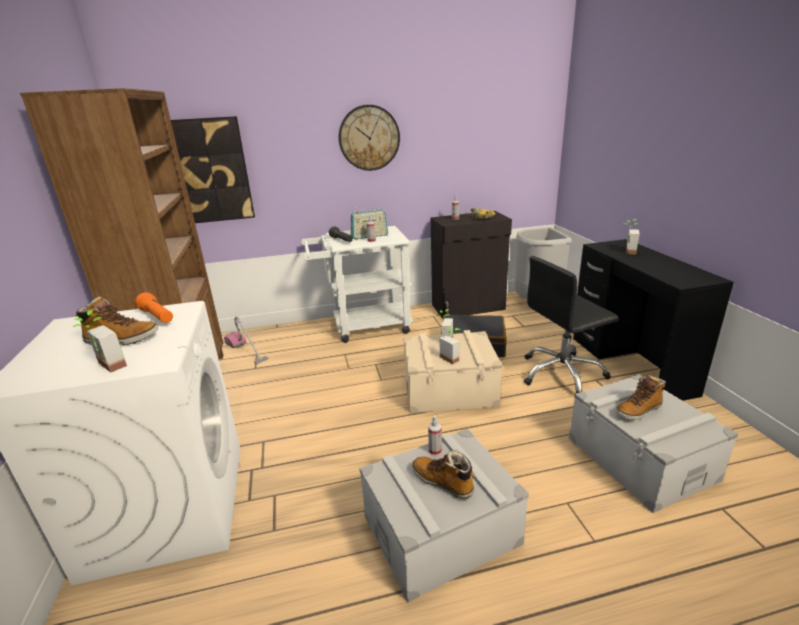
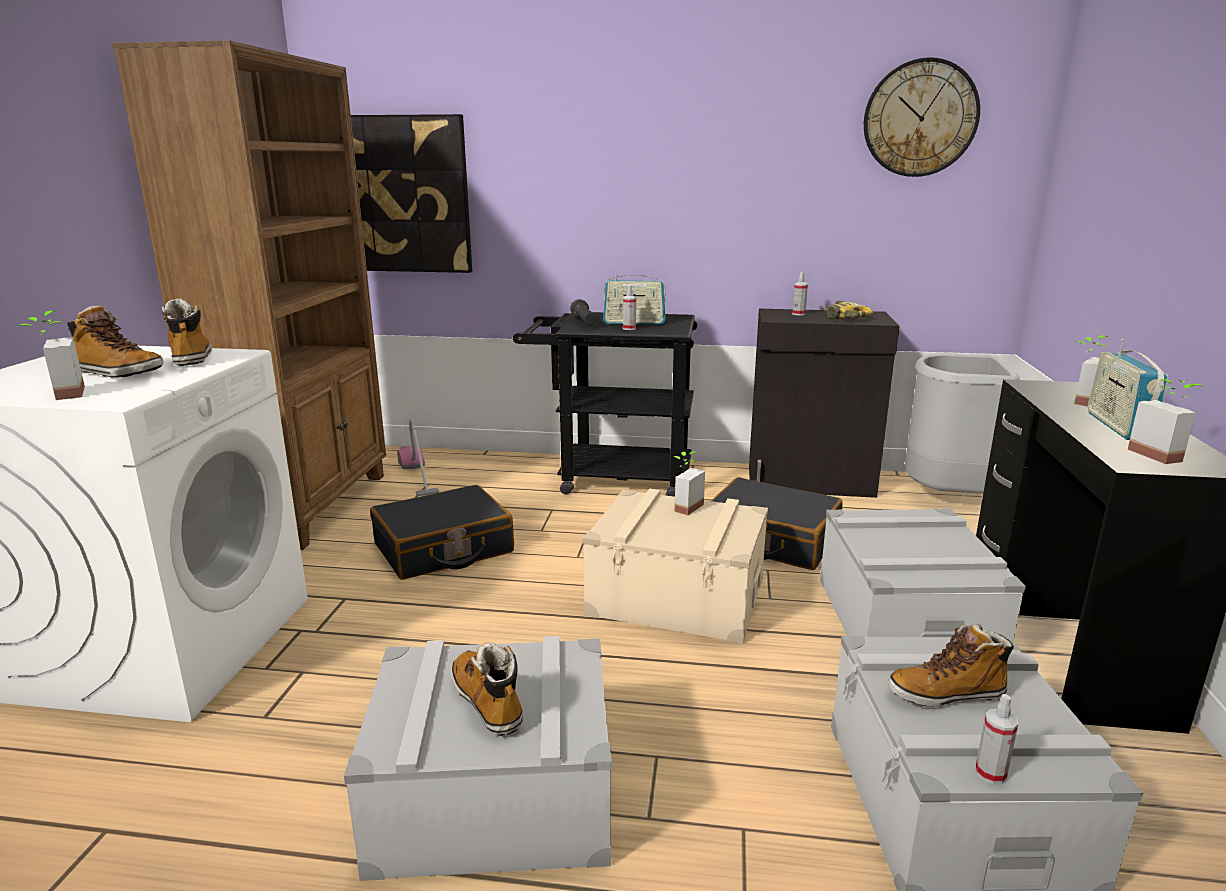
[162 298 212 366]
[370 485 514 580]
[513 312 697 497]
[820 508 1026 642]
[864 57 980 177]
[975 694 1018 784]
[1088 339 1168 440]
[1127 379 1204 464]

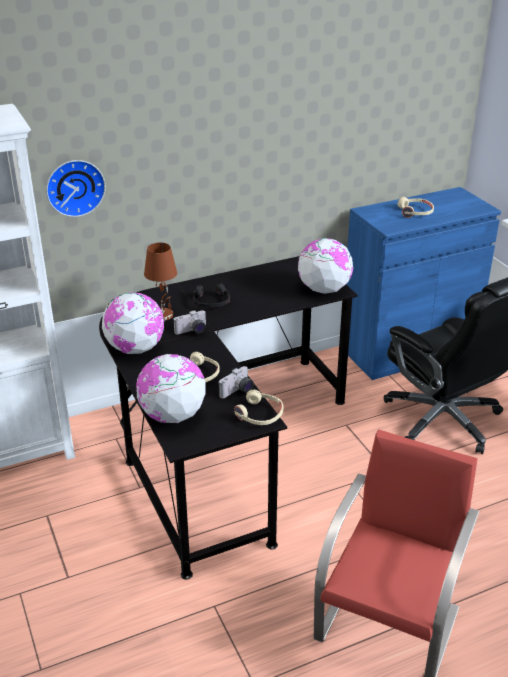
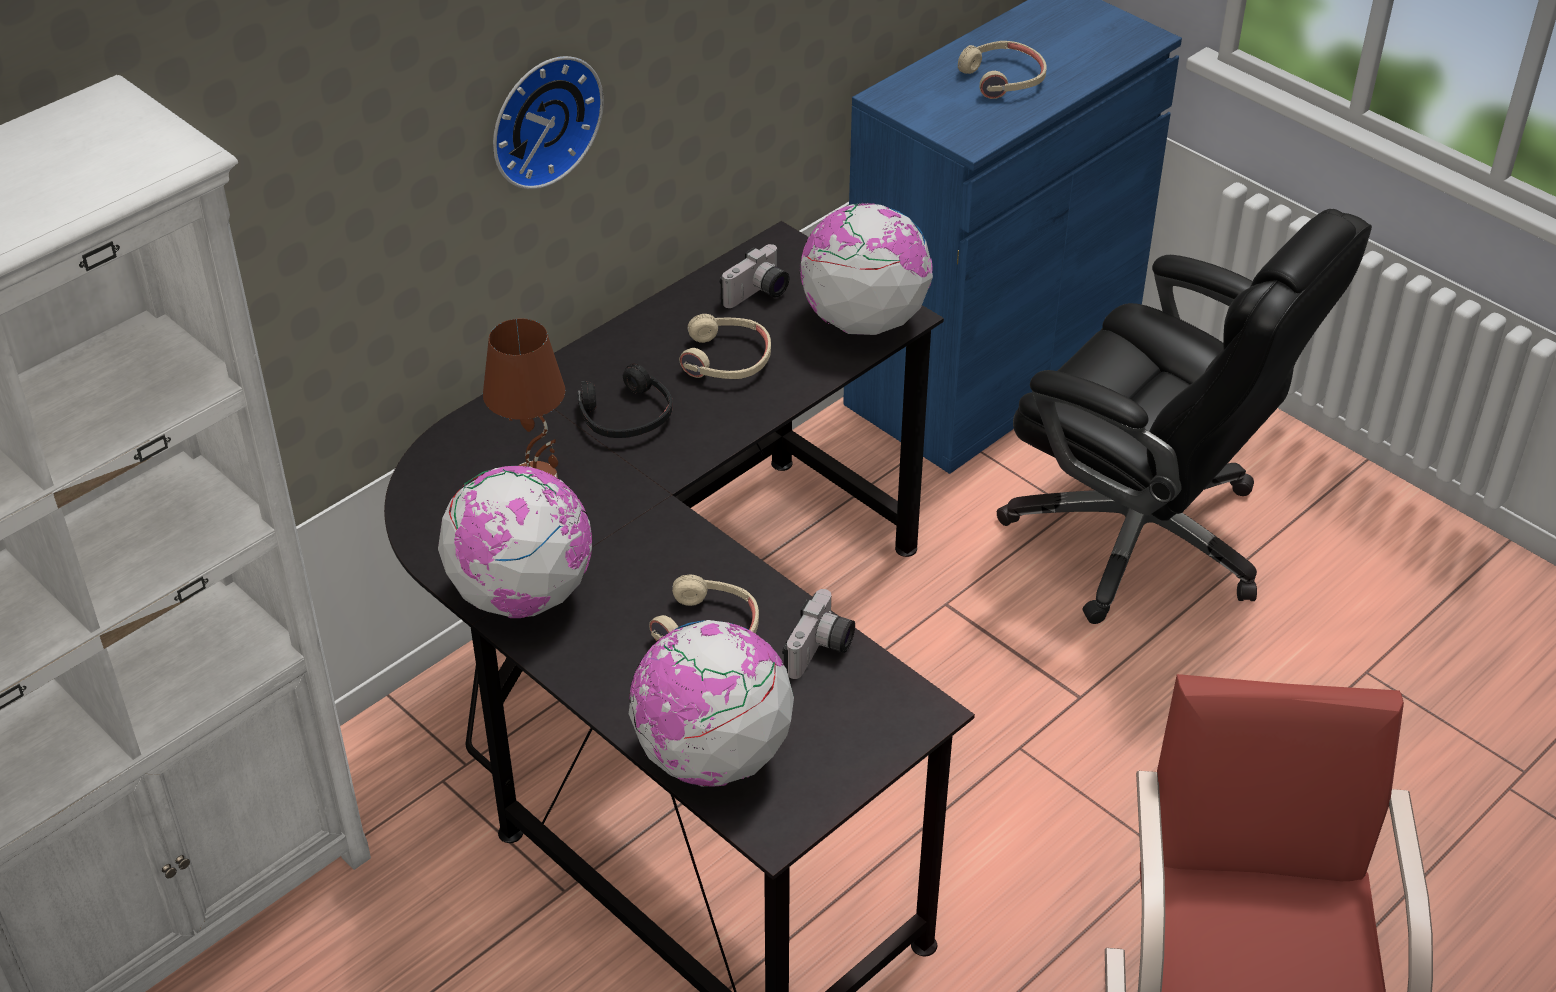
[493 56 604 189]
[679 314 771 379]
[720 244 789 308]

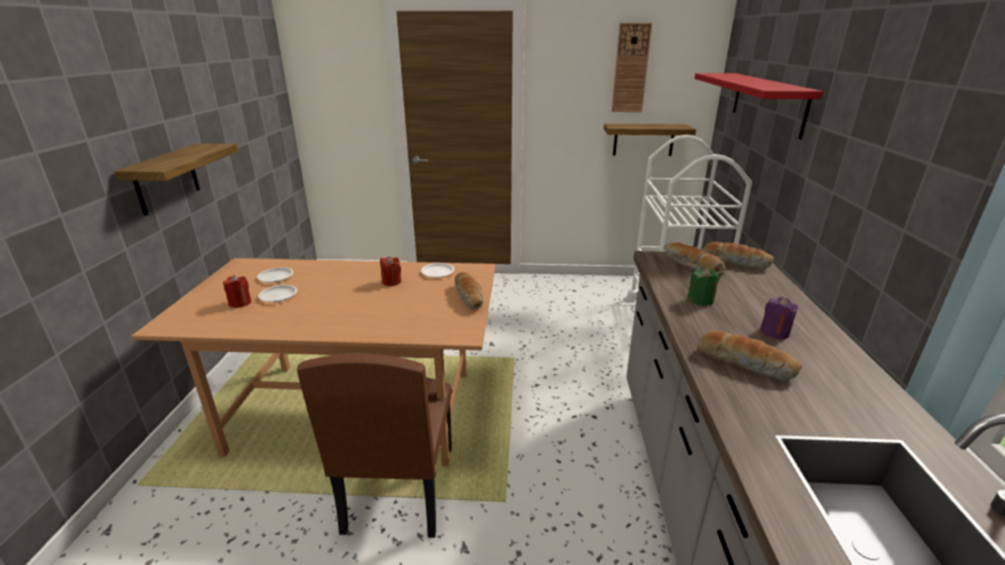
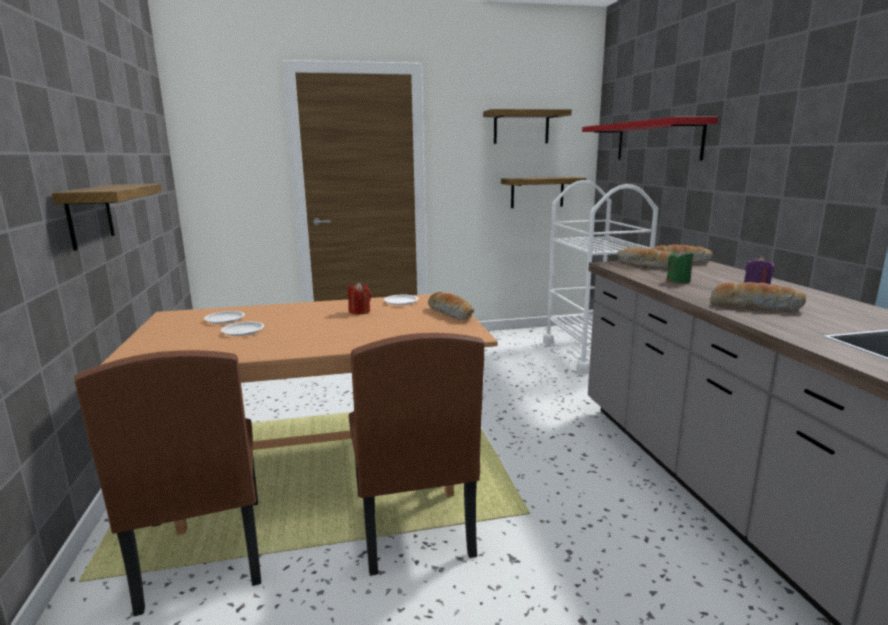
[74 350 261 616]
[483 109 572 144]
[223 275 251 308] (first image)

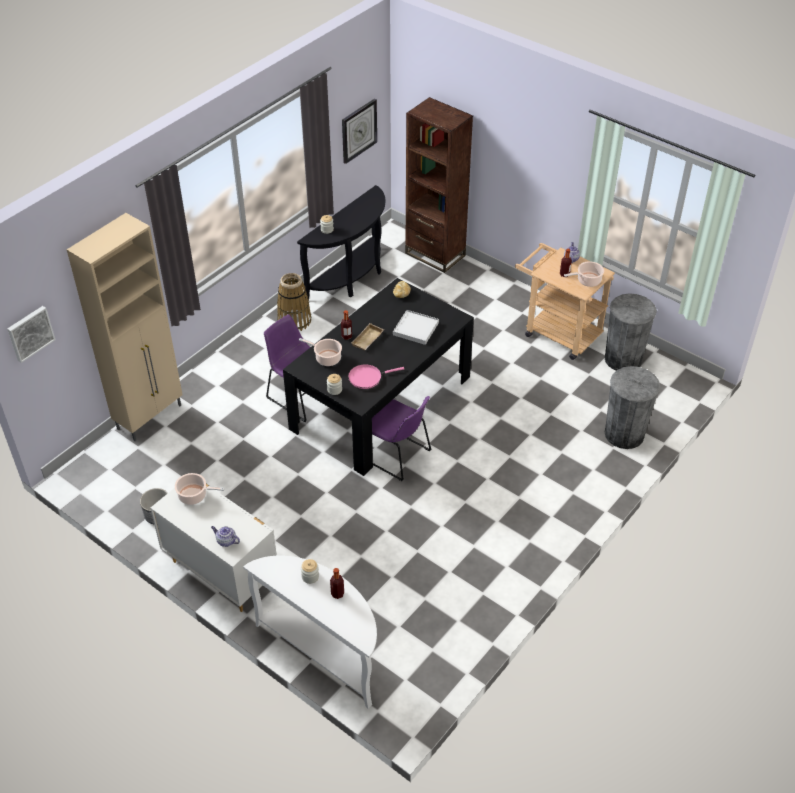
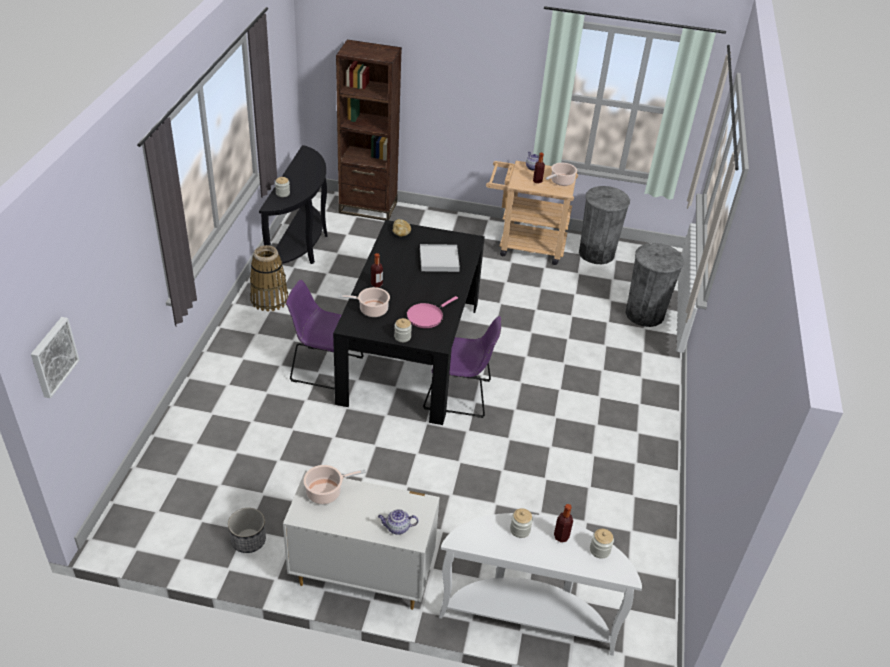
[590 529 614 559]
[67 213 183 441] (first image)
[342 99 377 164] (first image)
[351 323 384 350] (first image)

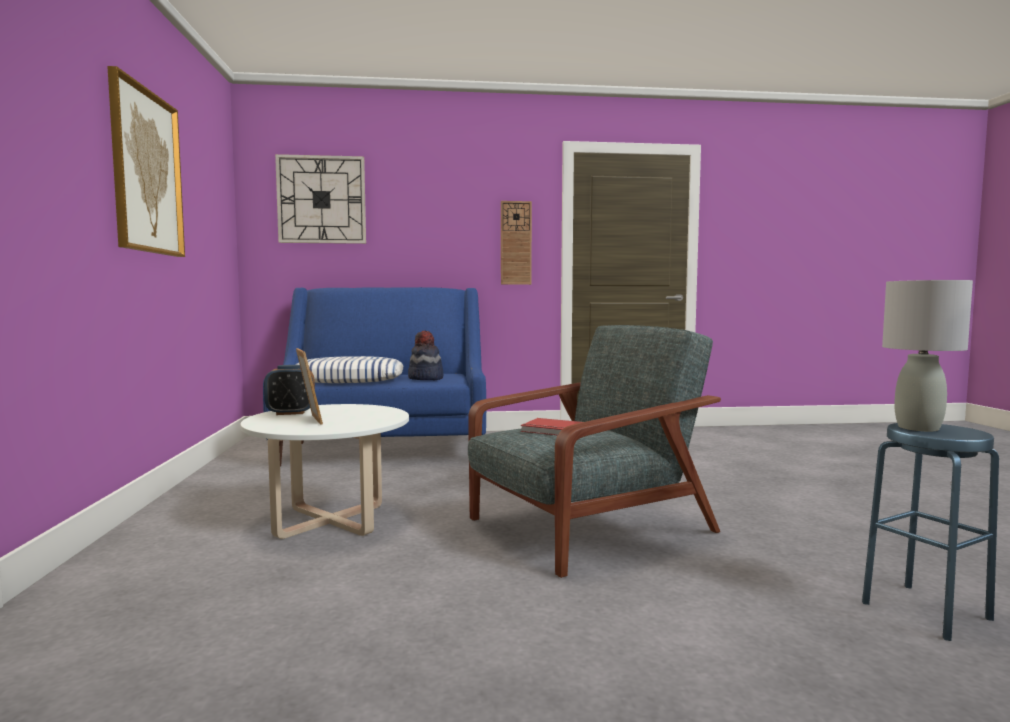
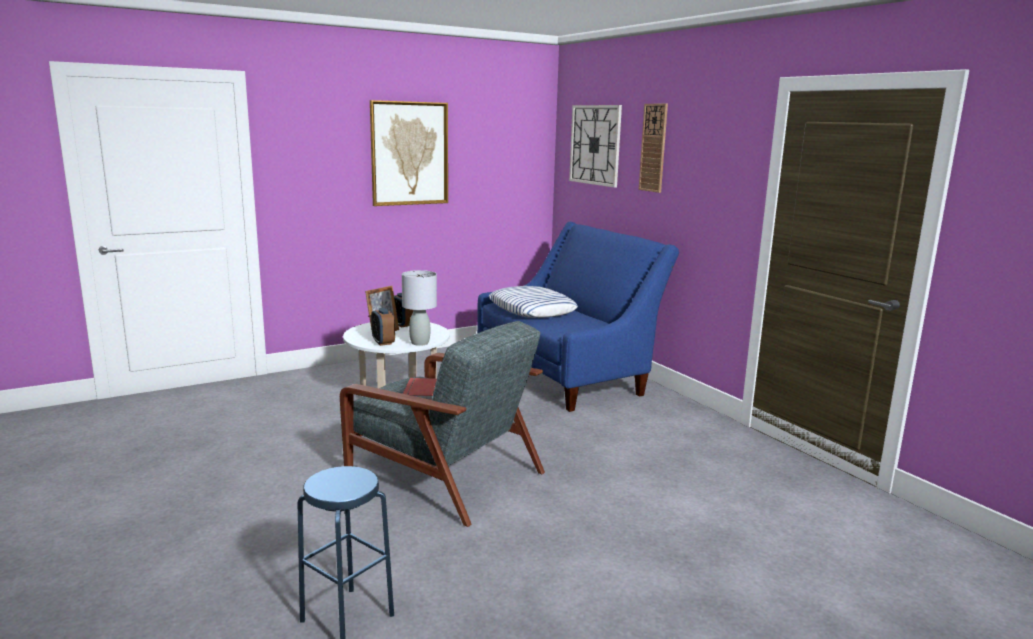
[371 308 395 346]
[402 270 437 346]
[639 104 668 193]
[408 331 443 380] (first image)

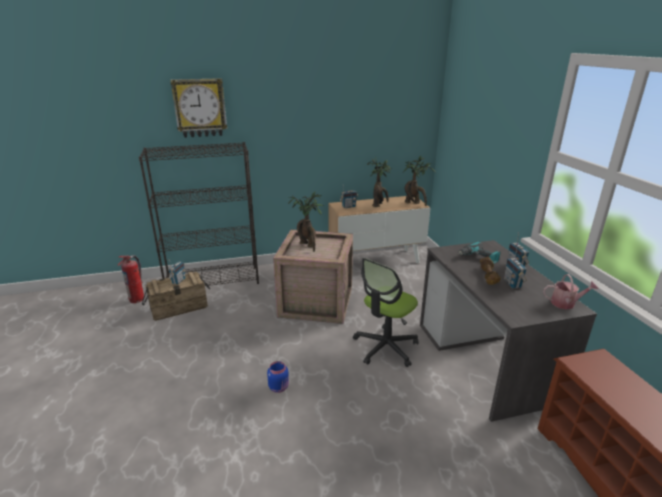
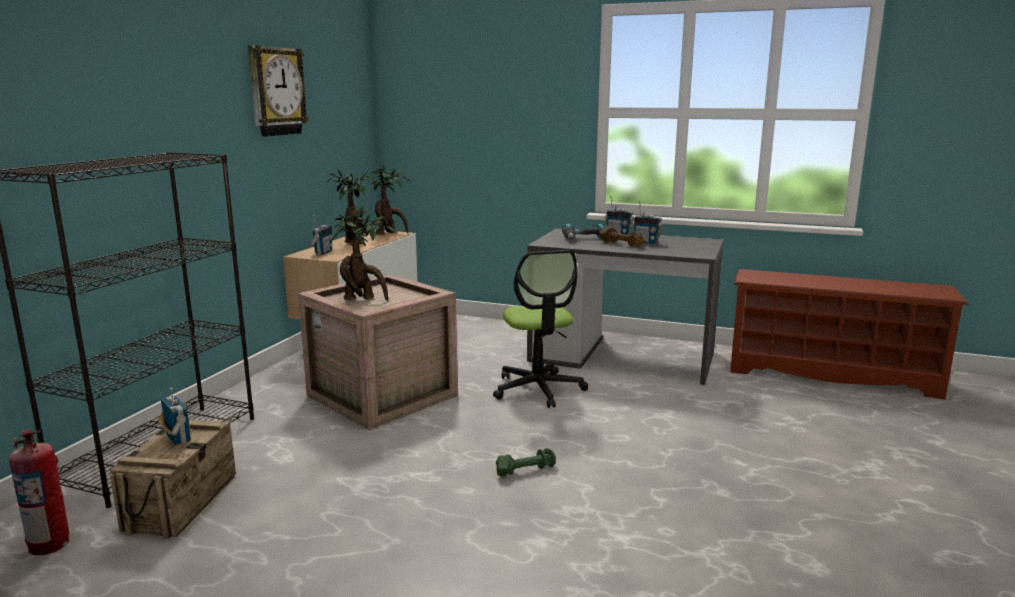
[248 45 309 137]
[496 448 556 477]
[543 274 599 310] (first image)

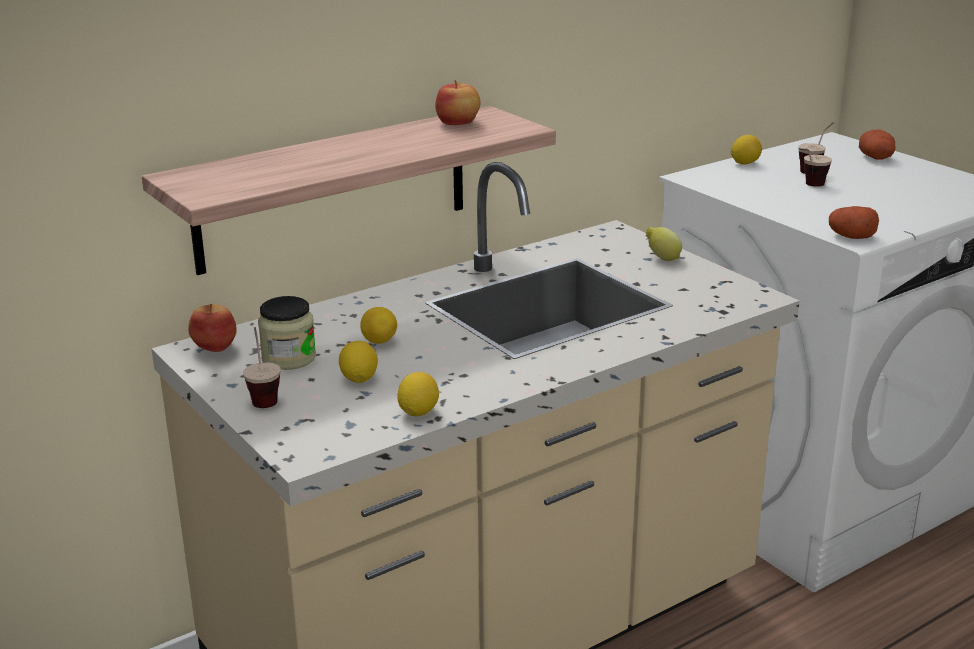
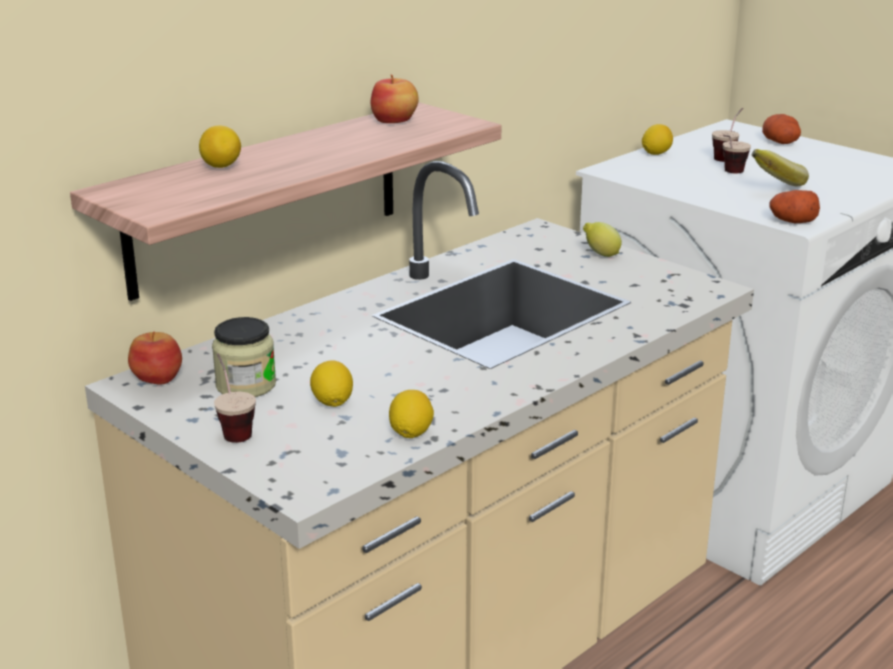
[199 126 241 168]
[752 149 809 186]

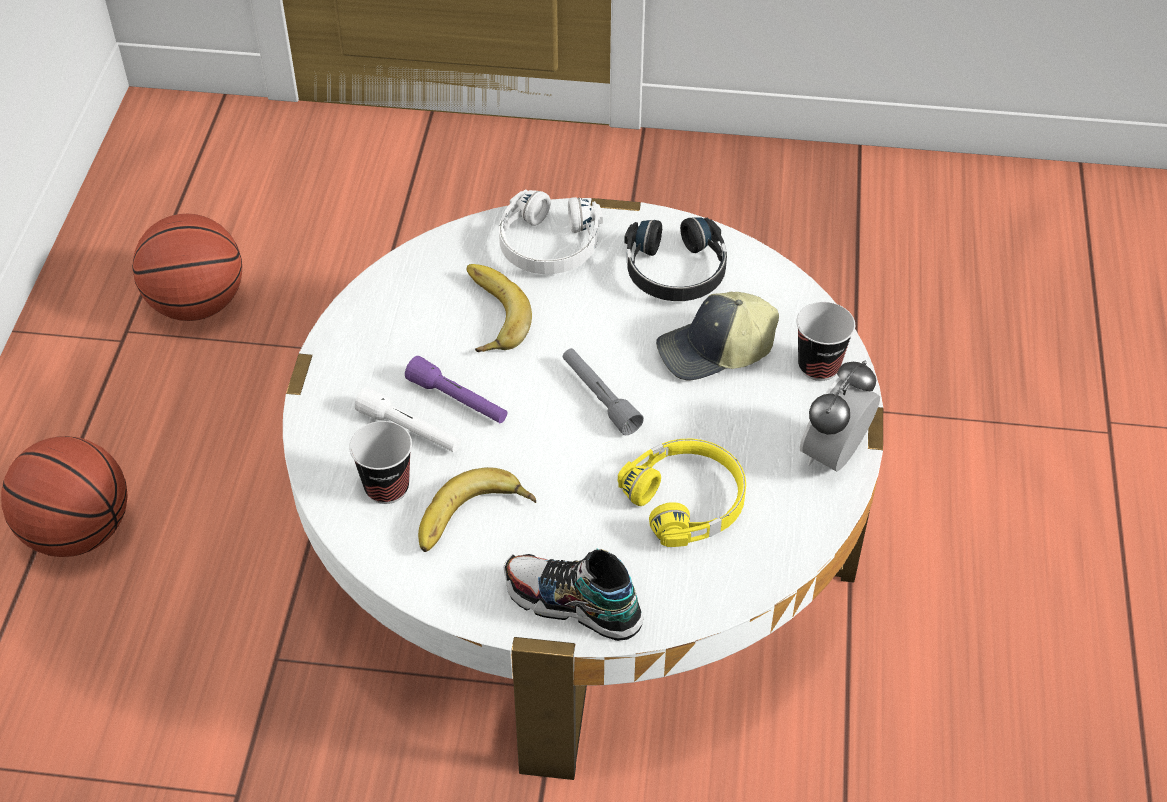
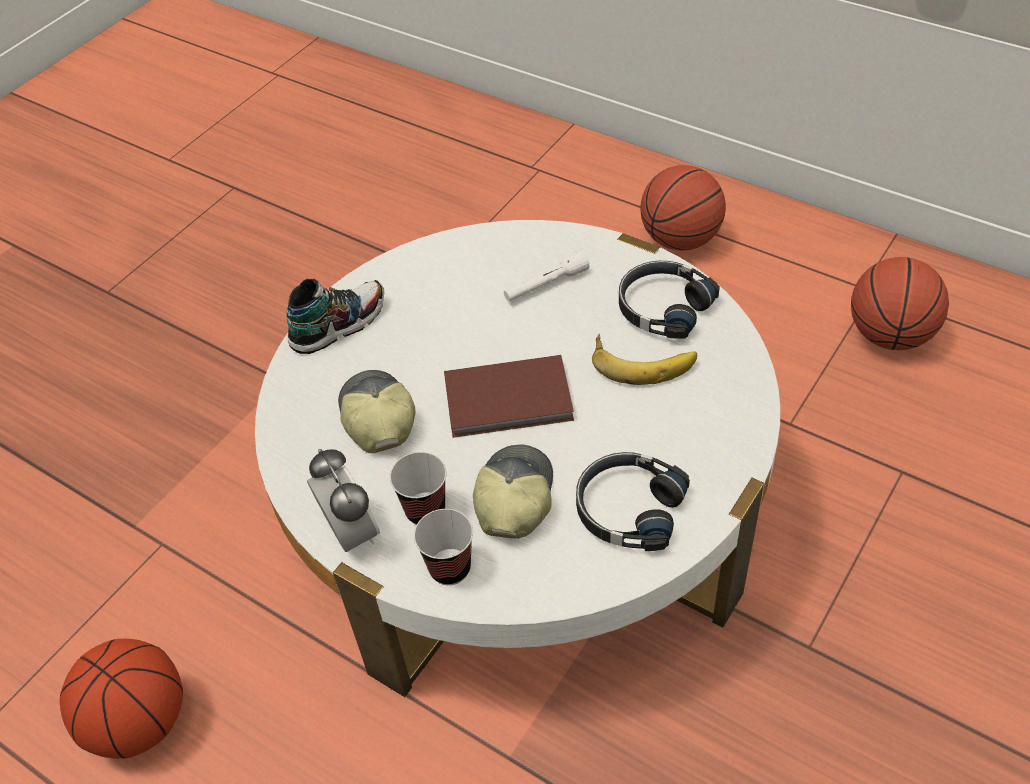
[60 639 183 759]
[338 370 415 453]
[390 452 447 525]
[444 355 574 438]
[619 261 720 339]
[405 356 507 423] (first image)
[418 467 536 552] (first image)
[499 189 603 274] (first image)

